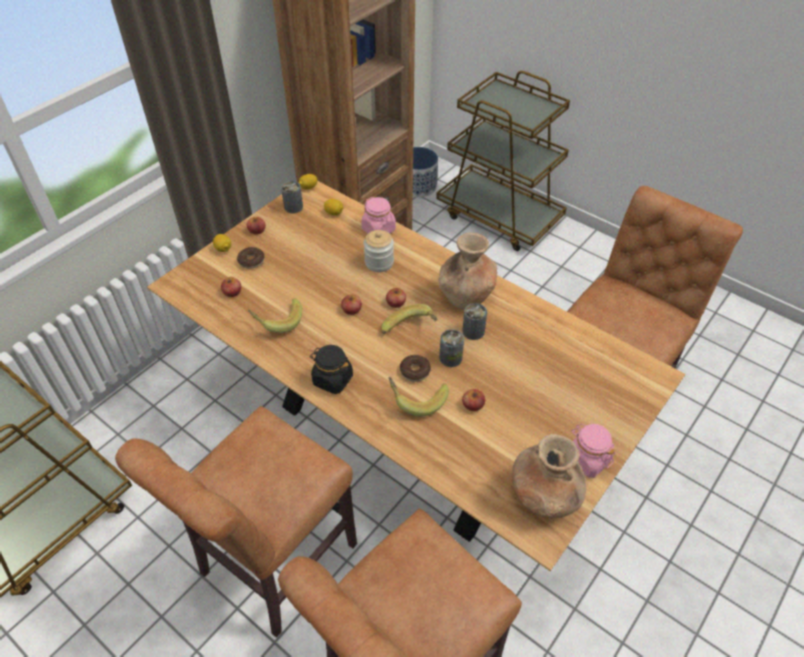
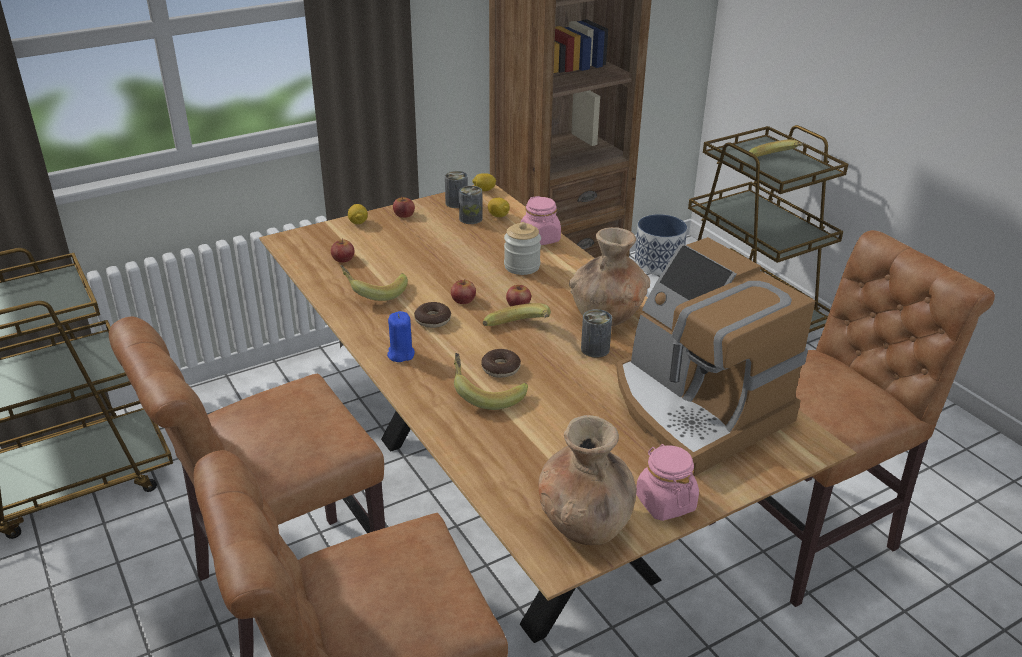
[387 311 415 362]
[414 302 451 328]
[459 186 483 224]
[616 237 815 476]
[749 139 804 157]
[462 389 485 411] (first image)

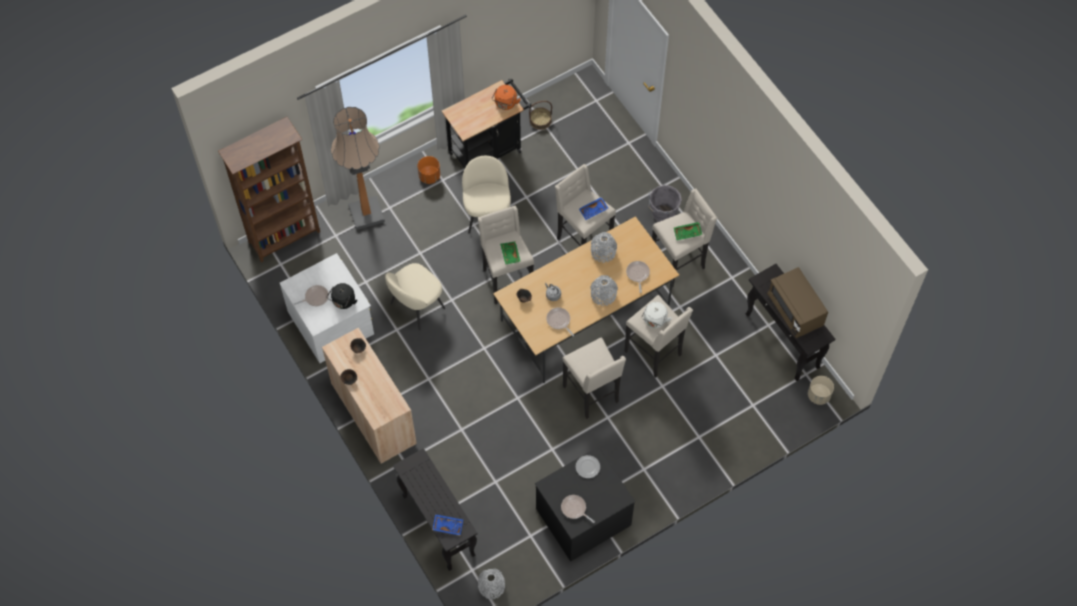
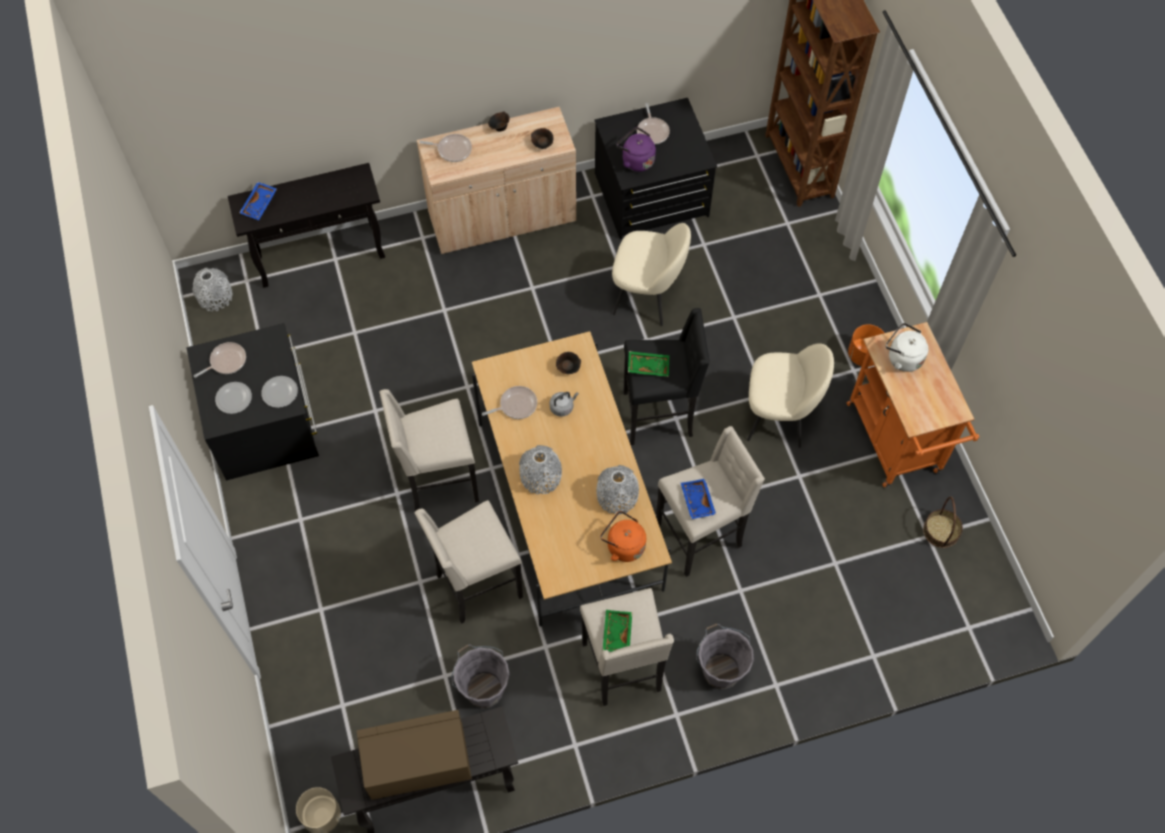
[215 382 252 414]
[420 134 472 162]
[452 644 510 708]
[594 98 717 239]
[600 511 646 562]
[612 223 691 326]
[617 127 656 172]
[623 308 710 445]
[847 322 979 488]
[886 323 928 372]
[331 107 385 230] (first image)

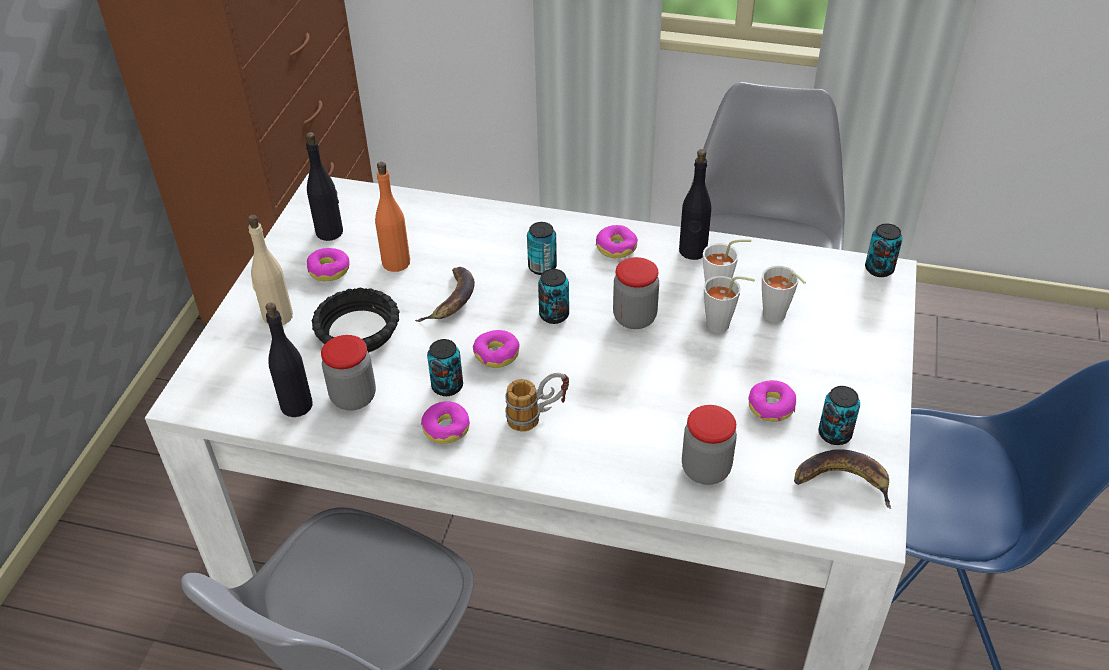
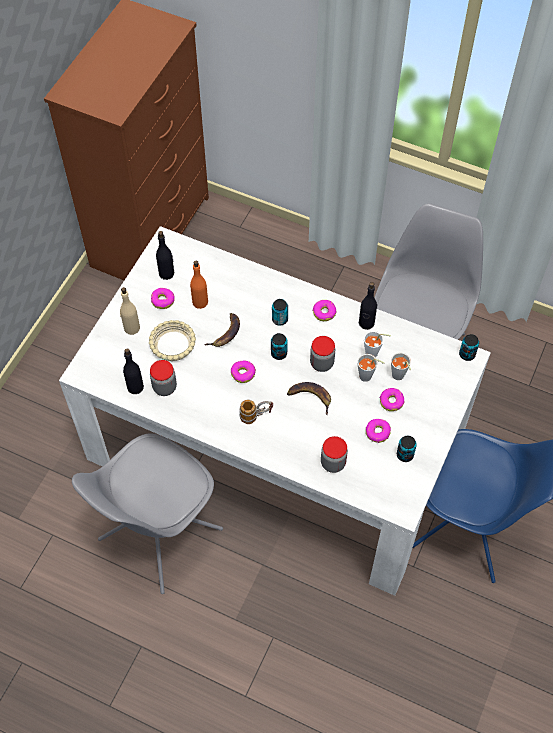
[149 320 196 361]
[287 382 331 415]
[380 388 404 411]
[427 339 463 396] (first image)

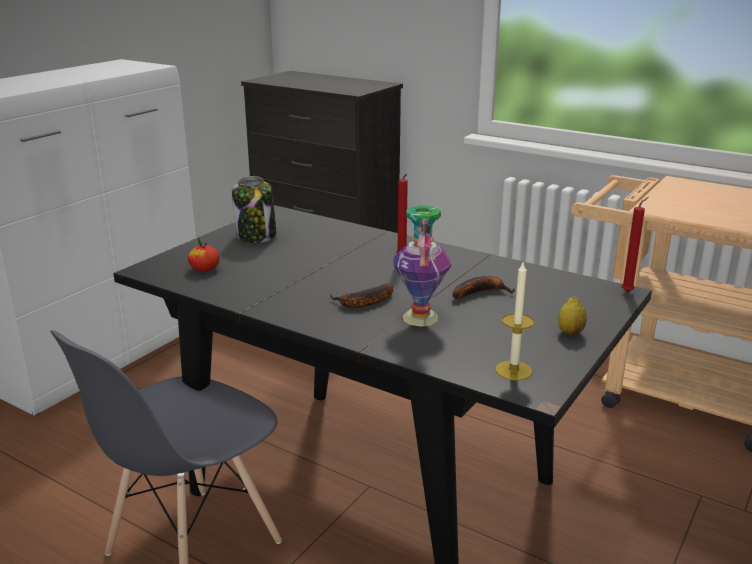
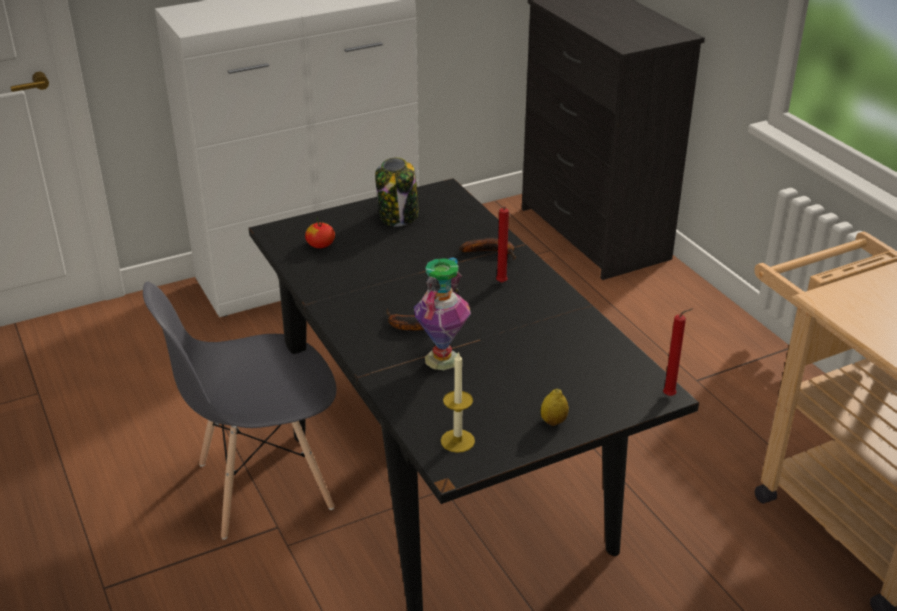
[459 238 516 260]

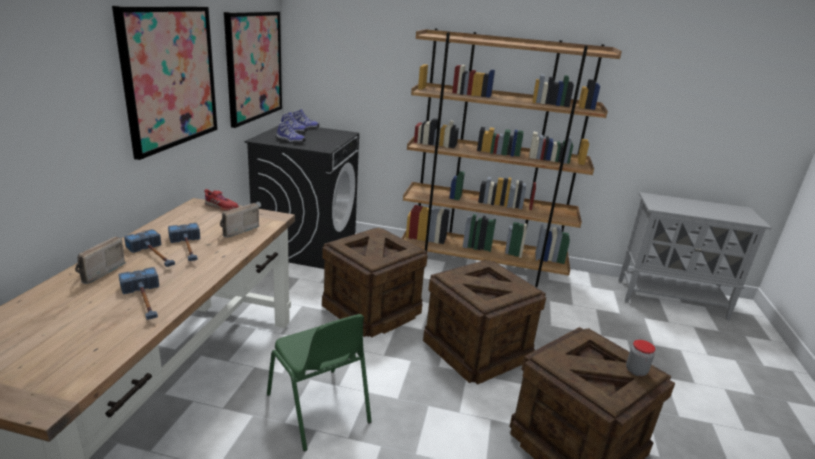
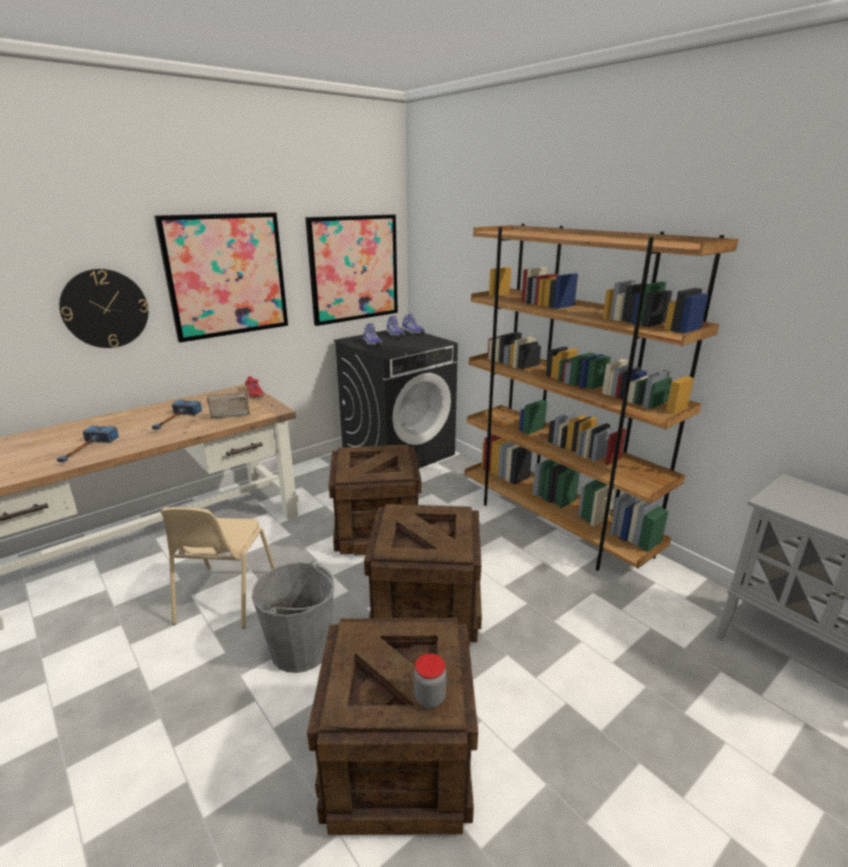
[59 269 148 348]
[161 507 275 629]
[252 561 334 673]
[75 236 126 284] (first image)
[124 229 175 267] (first image)

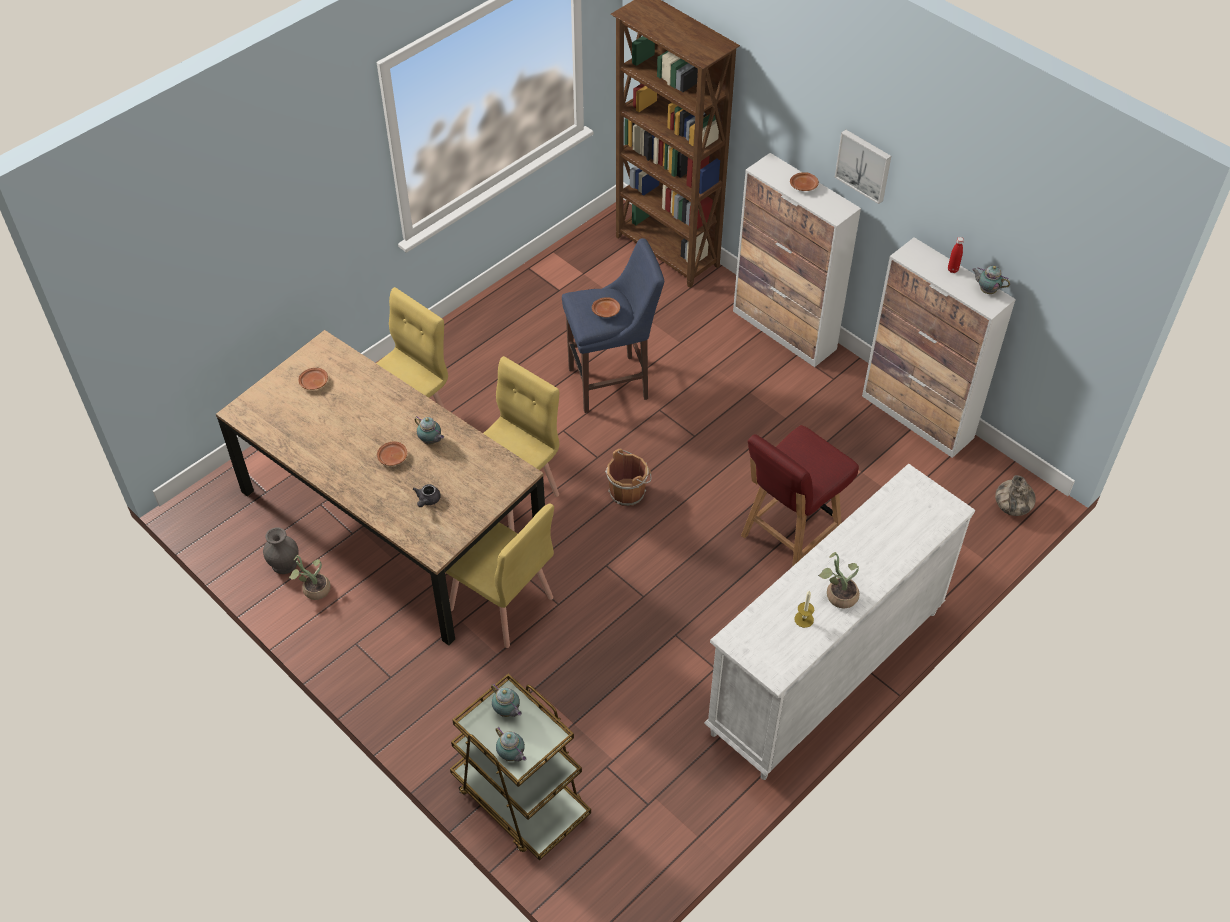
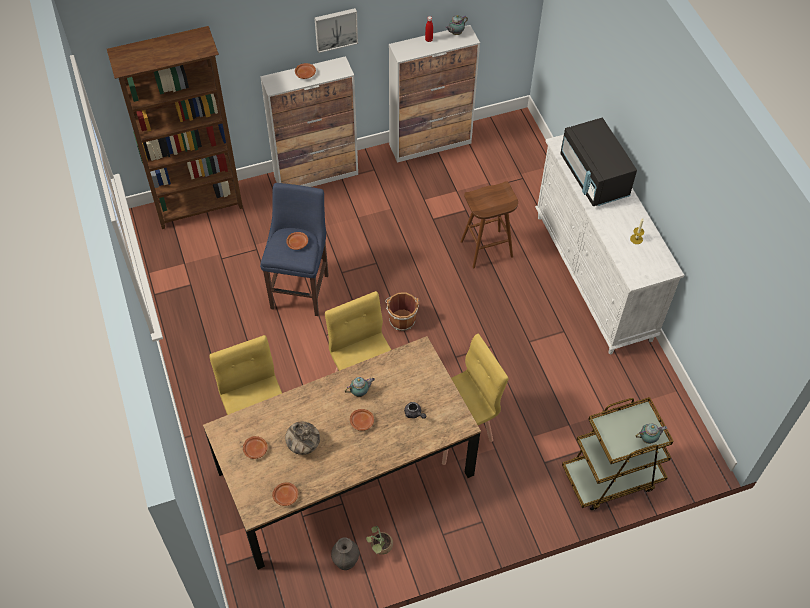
[272 482 298 506]
[285 422 320 455]
[460 182 518 268]
[560 118 637 206]
[491 684 522 717] (first image)
[818 552 860 608] (first image)

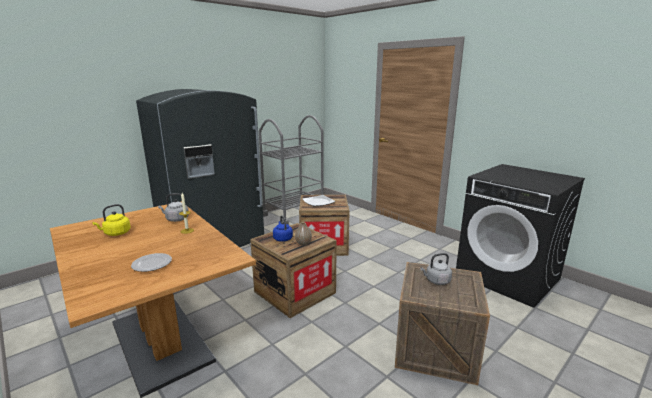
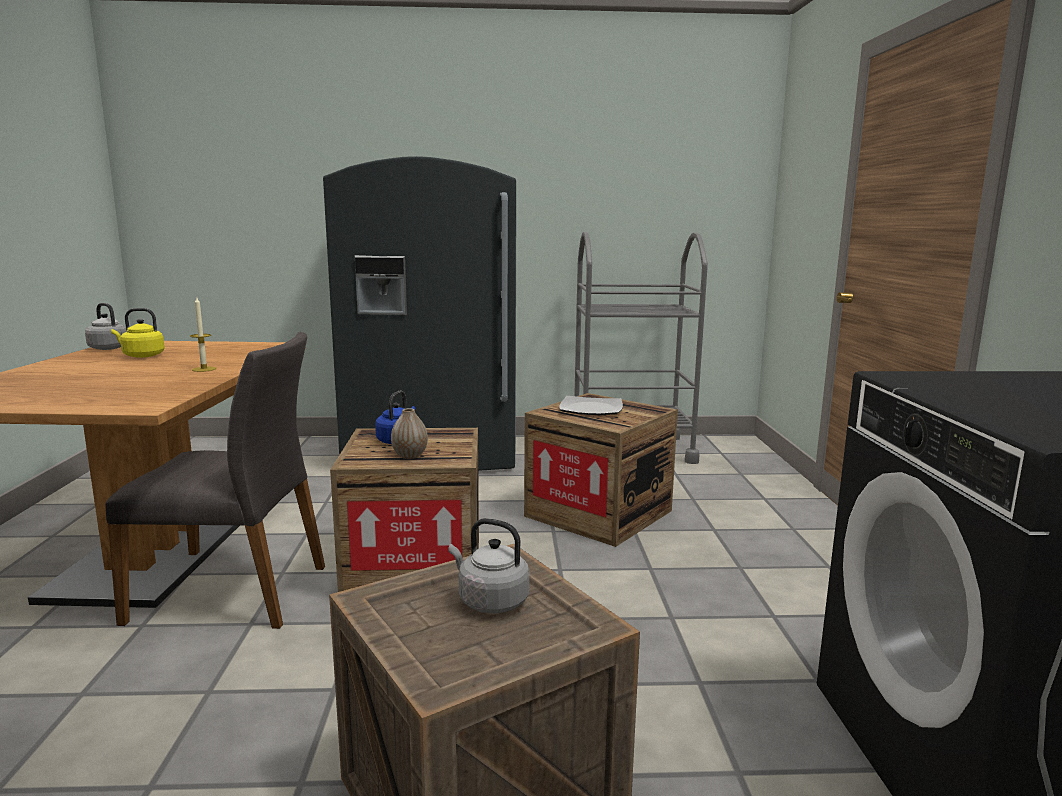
[85 303 127 350]
[105 332 325 629]
[131 253 172 272] (first image)

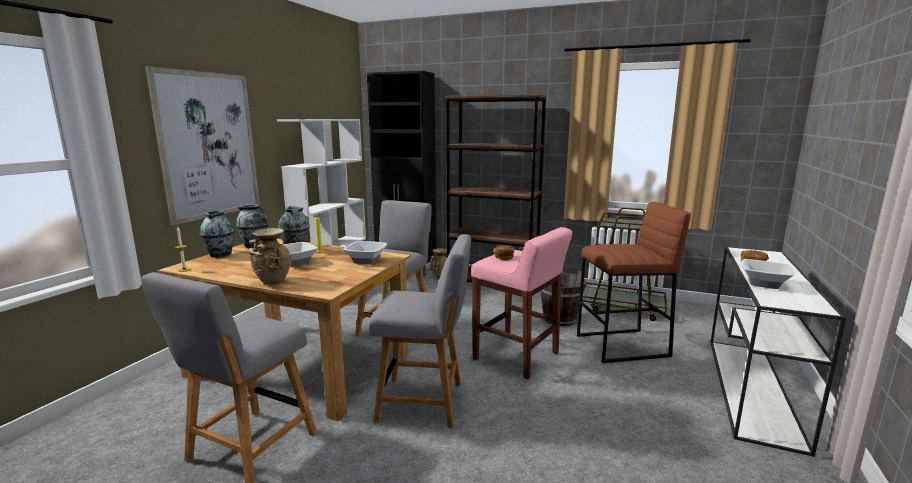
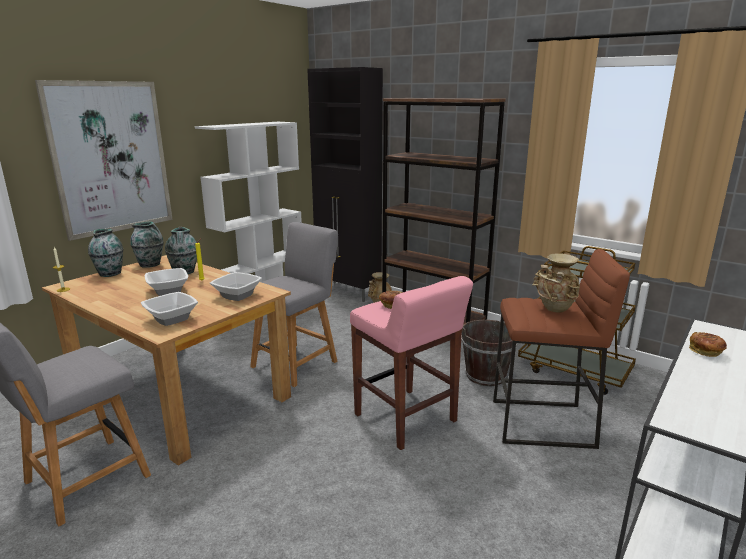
[141 292 198 326]
[532 253 580 312]
[369 234 471 428] (first image)

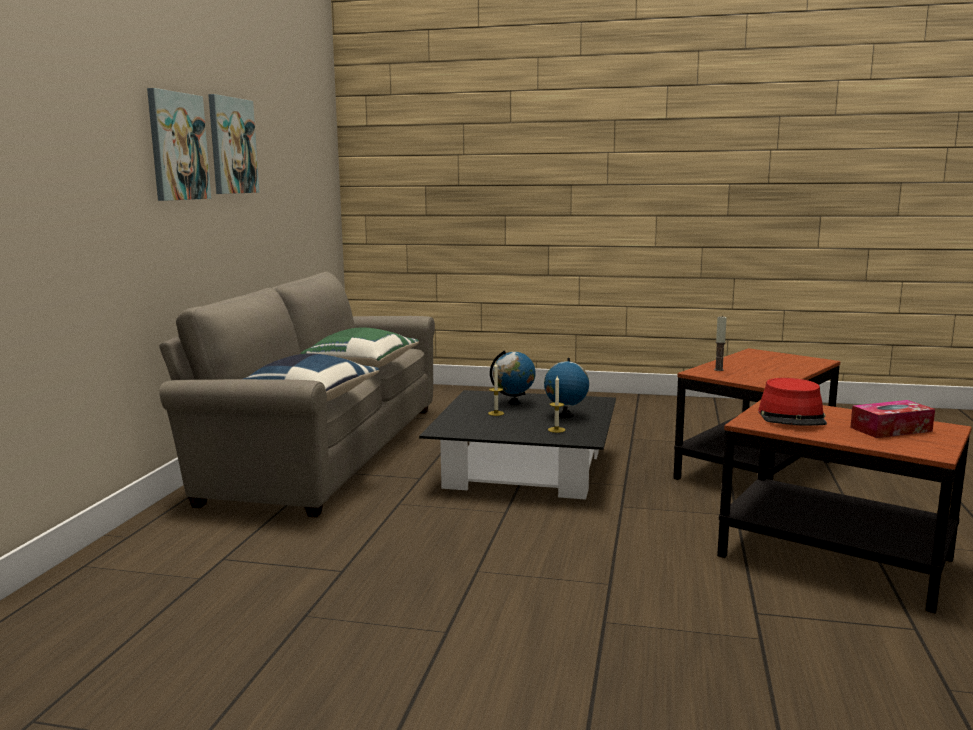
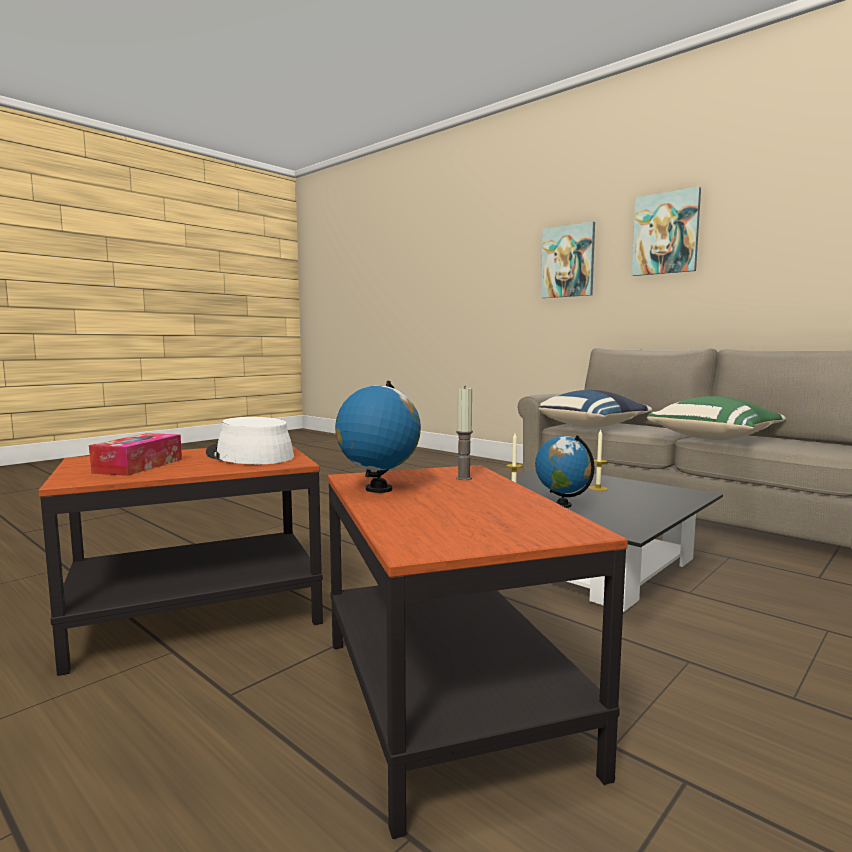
[206 417 294 464]
[335 381 421 493]
[541 221 595 298]

